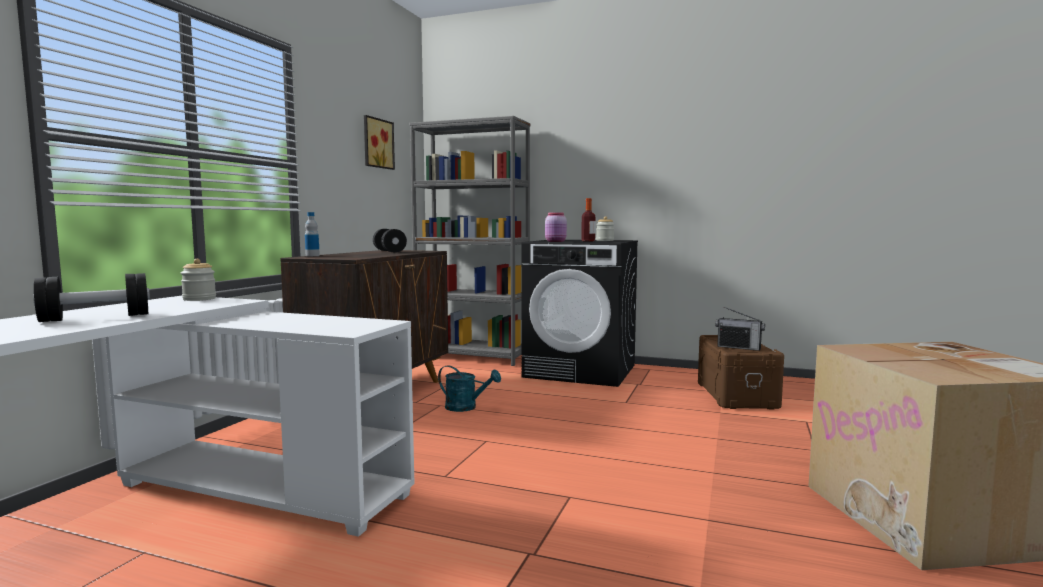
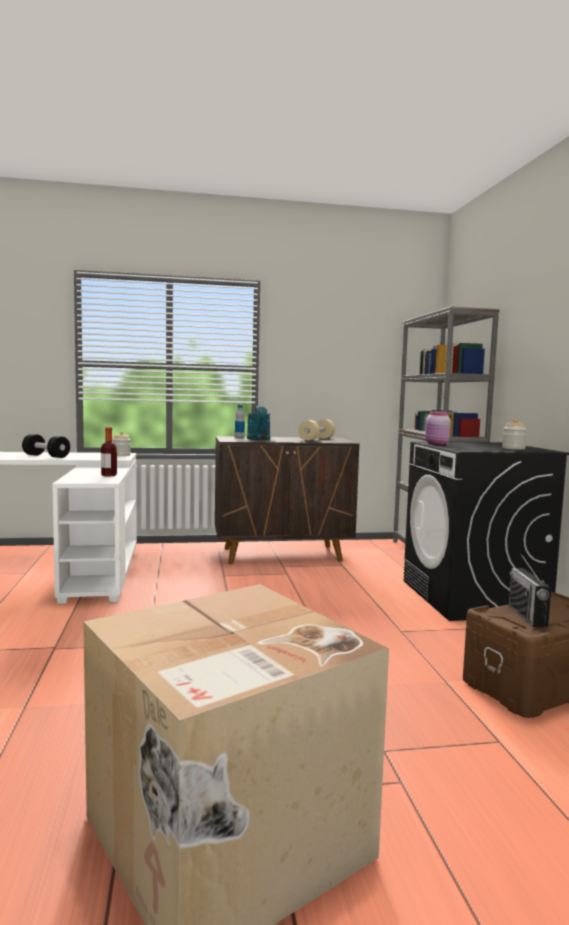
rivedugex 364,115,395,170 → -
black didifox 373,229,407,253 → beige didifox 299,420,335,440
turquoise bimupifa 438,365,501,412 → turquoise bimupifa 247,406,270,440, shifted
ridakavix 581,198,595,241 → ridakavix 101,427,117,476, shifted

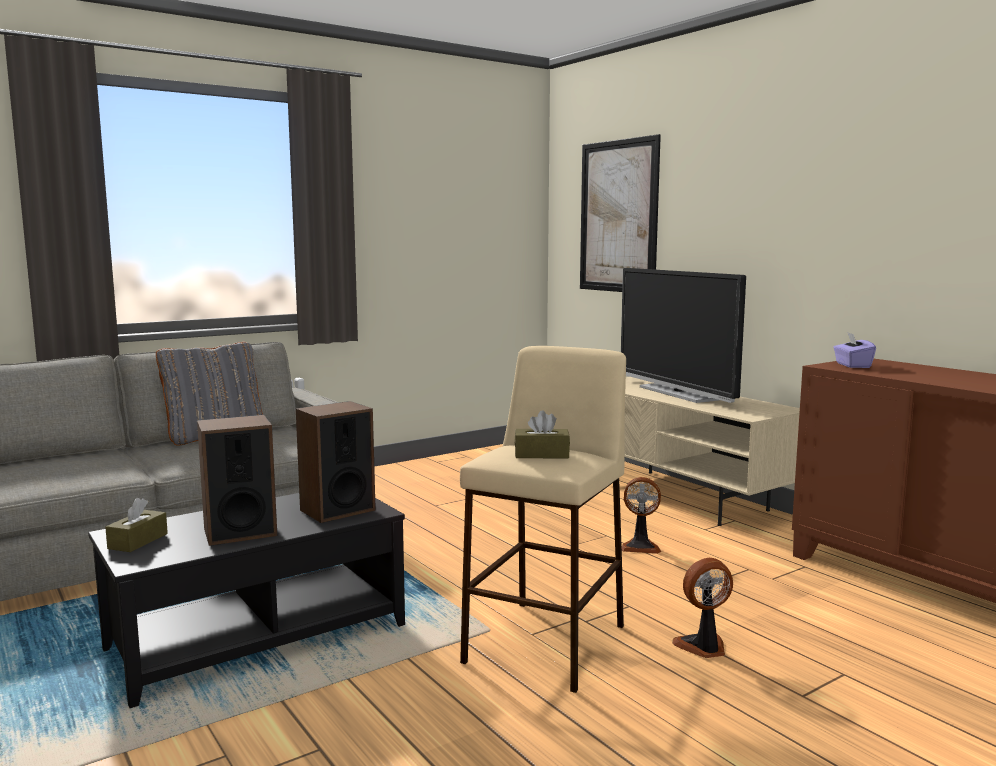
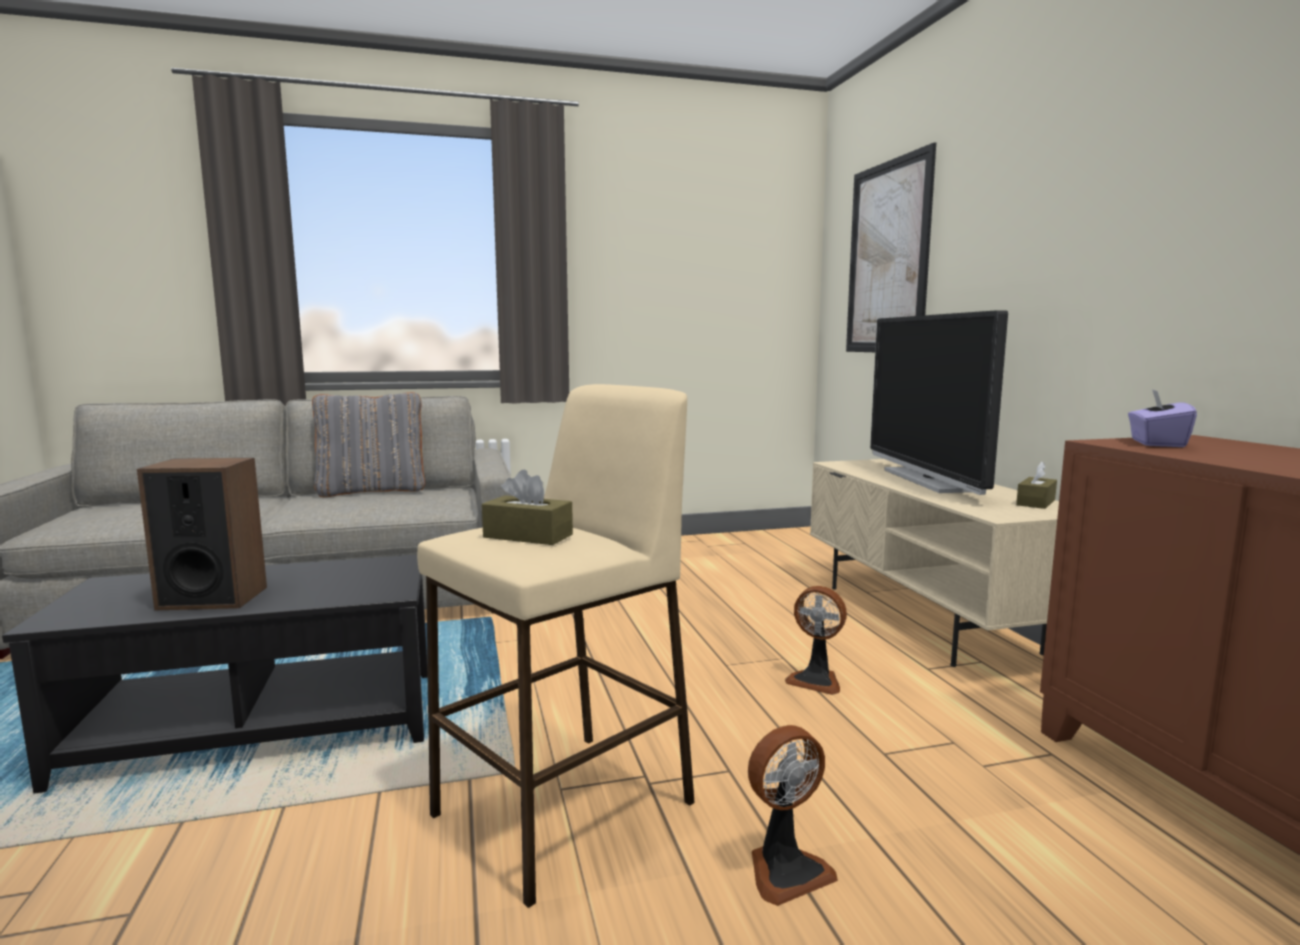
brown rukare 105,498,168,552 → brown rukare 1016,462,1057,509, shifted
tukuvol 296,401,376,523 → -
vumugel 672,558,733,658 → vumugel 748,725,838,906, 150 degrees clockwise

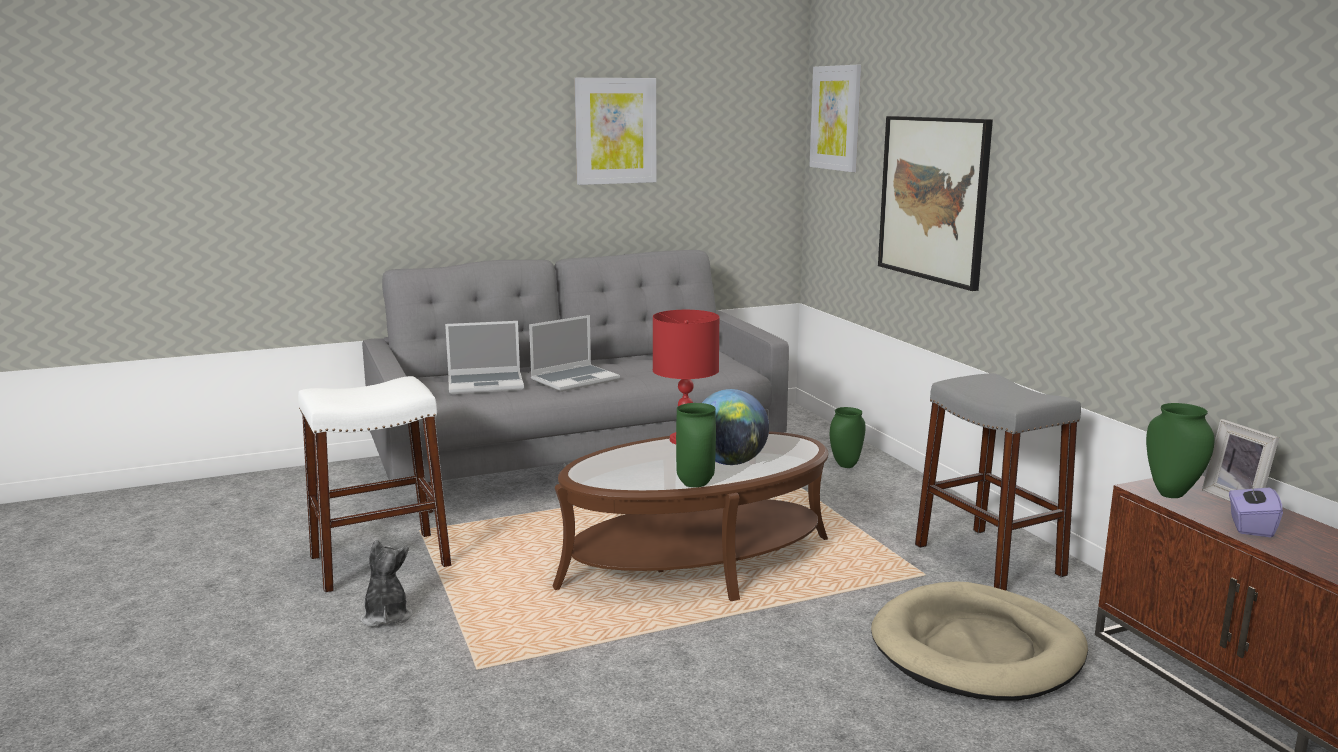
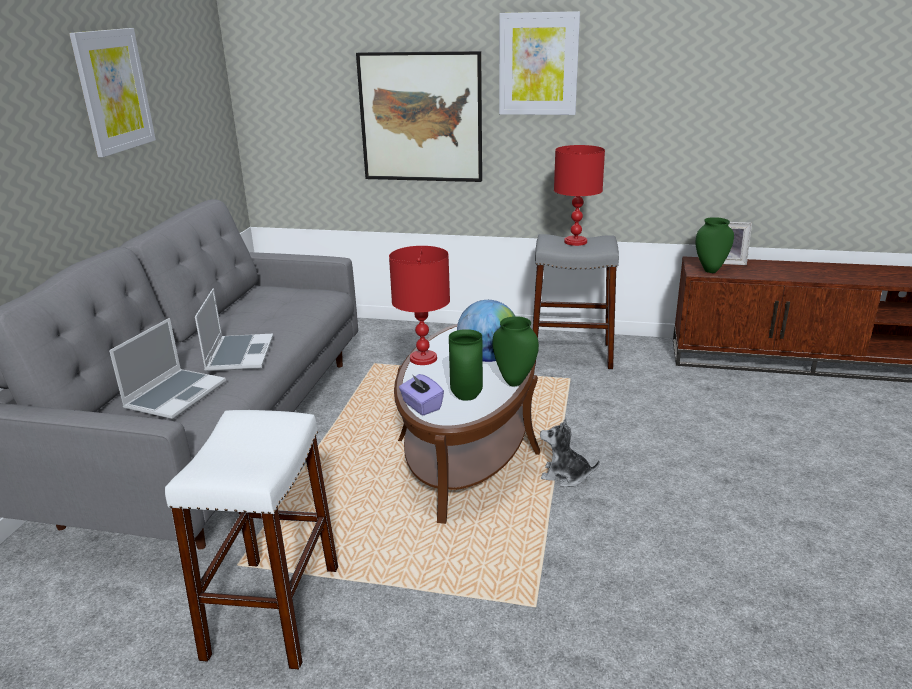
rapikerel 360,540,413,627 → rapikerel 540,418,600,487, shifted
rivedugex 810,65,861,172 → rivedugex 499,11,580,115, shifted
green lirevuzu 830,407,866,468 → green lirevuzu 449,329,483,401, shifted
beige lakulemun 871,581,1088,701 → -
purple rukare 1229,479,1283,538 → purple rukare 399,374,444,415, shifted
- → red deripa 554,145,605,246

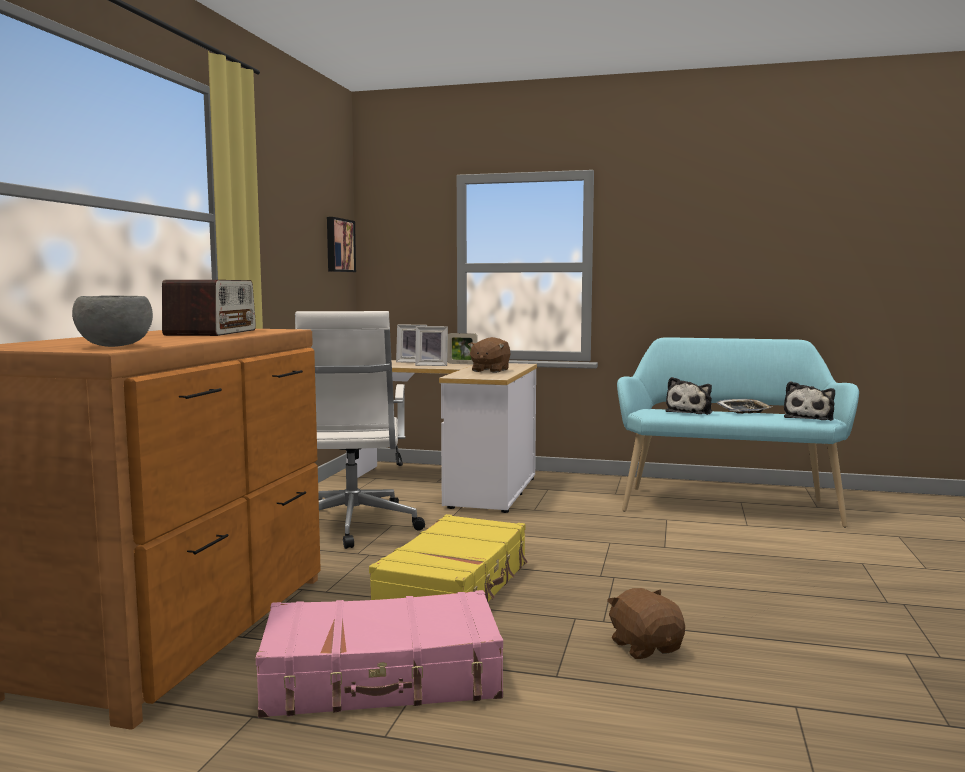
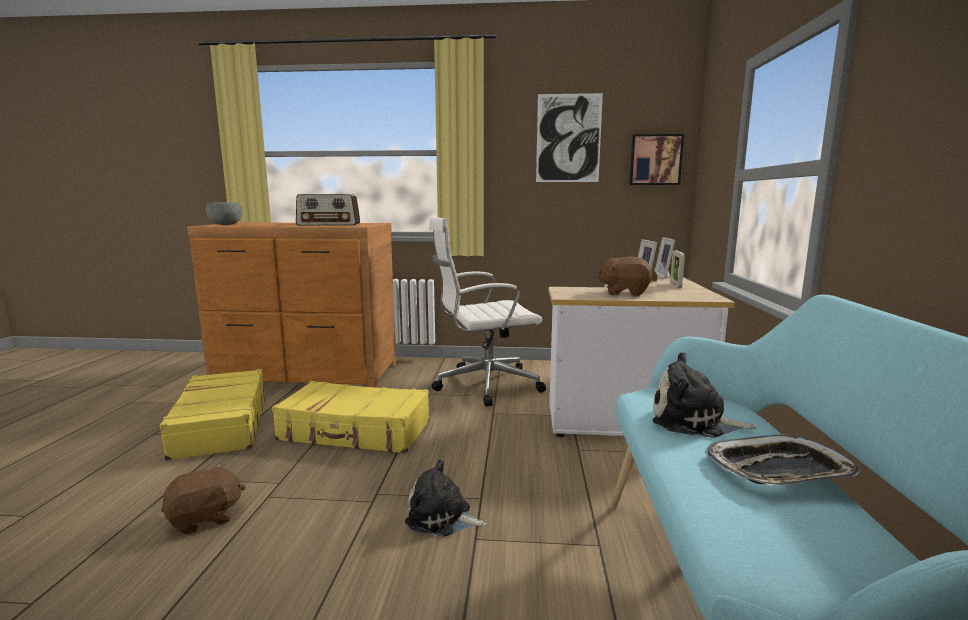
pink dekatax 256,590,503,718 → yellow dekatax 160,369,265,461
rapikerel 784,381,835,421 → rapikerel 405,459,487,537, shifted
- → rivedugex 536,93,603,182

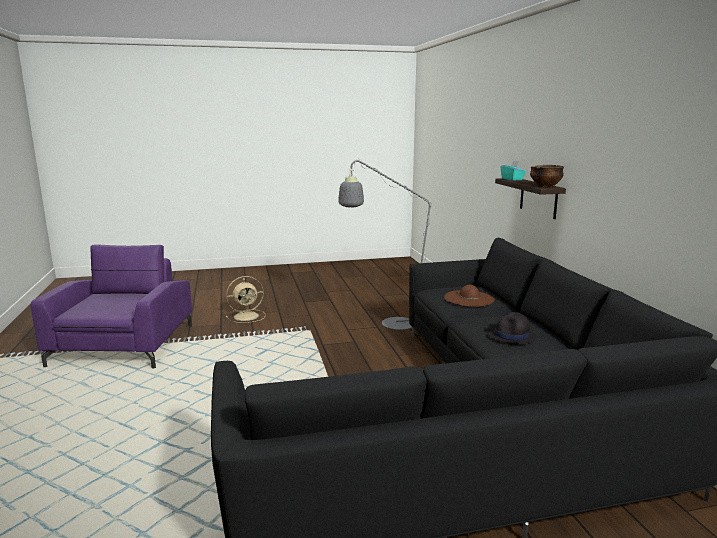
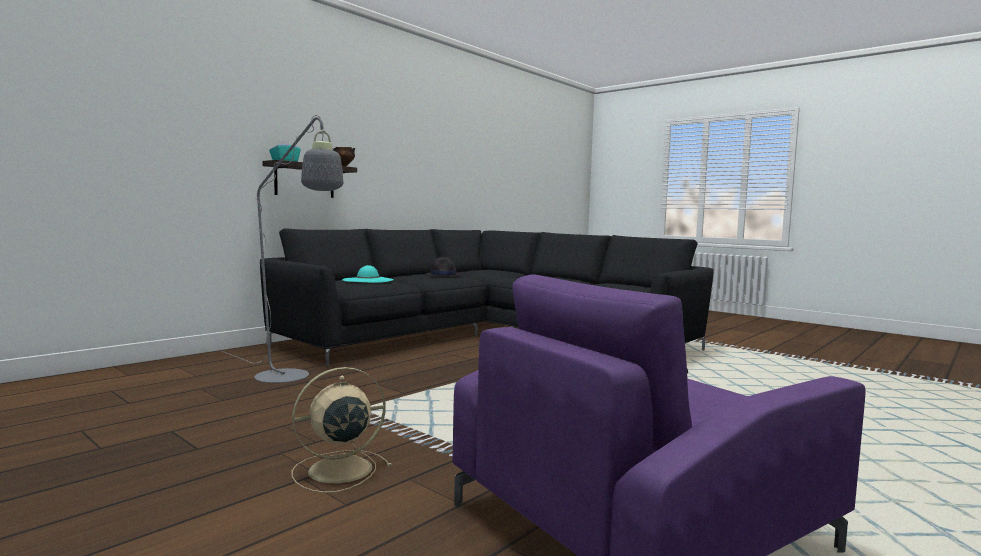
beige vumugel 226,276,266,323 → beige vumugel 292,367,392,493, 60 degrees counterclockwise
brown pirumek 444,285,495,307 → turquoise pirumek 342,265,394,283

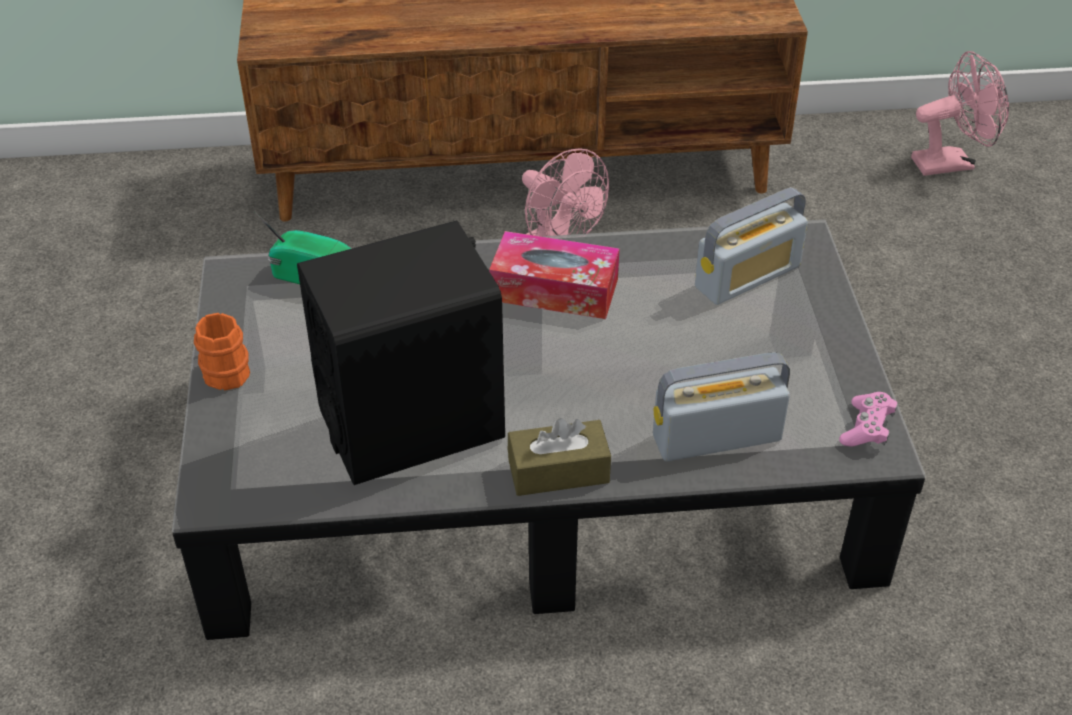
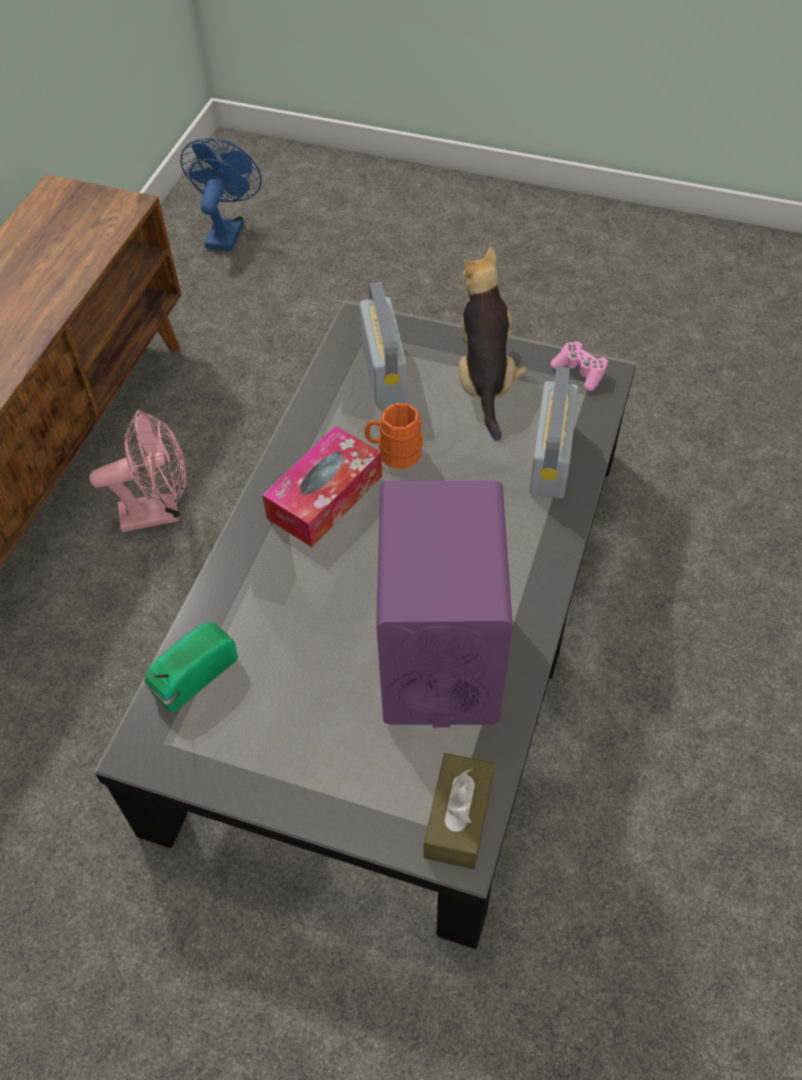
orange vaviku 194,313,250,390 → orange vaviku 365,403,423,469, shifted
black tukuvol 297,220,505,485 → purple tukuvol 376,481,513,728
brown rukare 508,418,611,496 → brown rukare 424,753,494,870, shifted
pink vumugel 911,51,1009,176 → blue vumugel 180,138,262,251
- → rapikerel 458,247,527,441

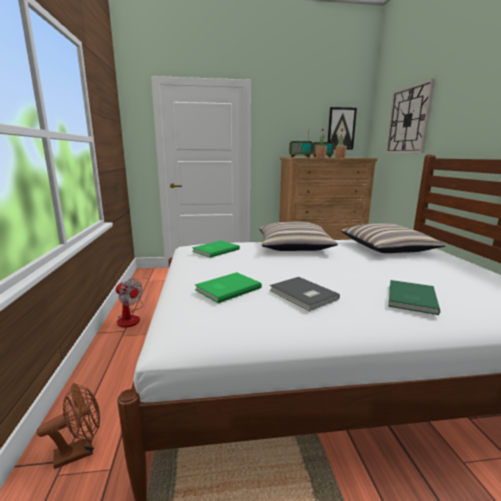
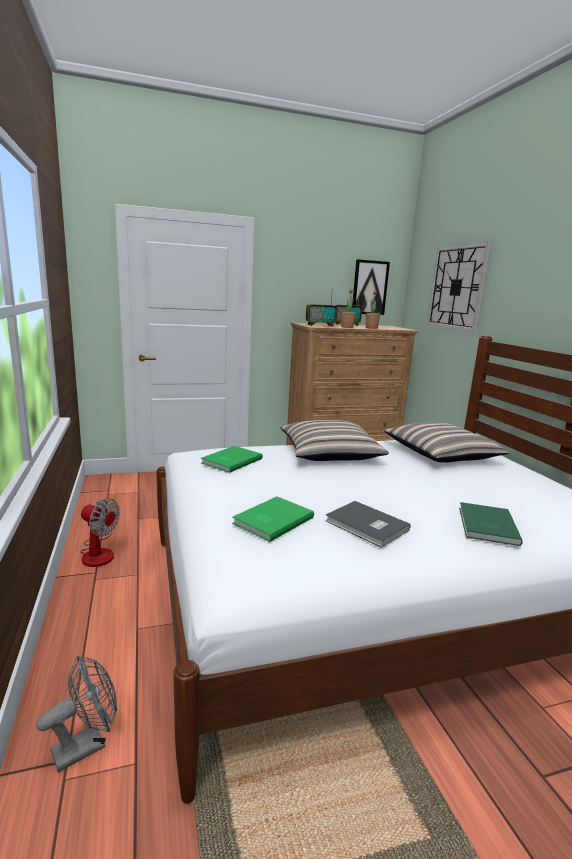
brown vumugel 37,383,100,469 → grey vumugel 36,655,117,772

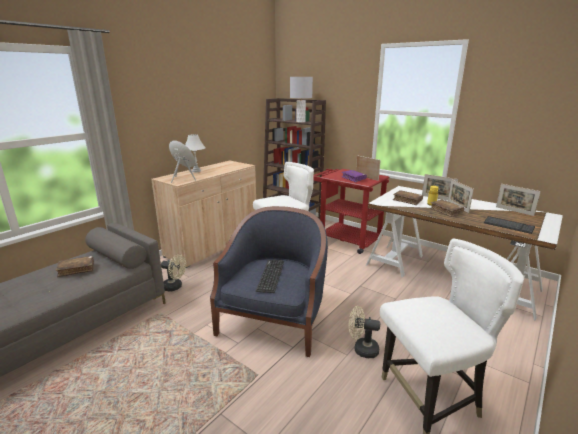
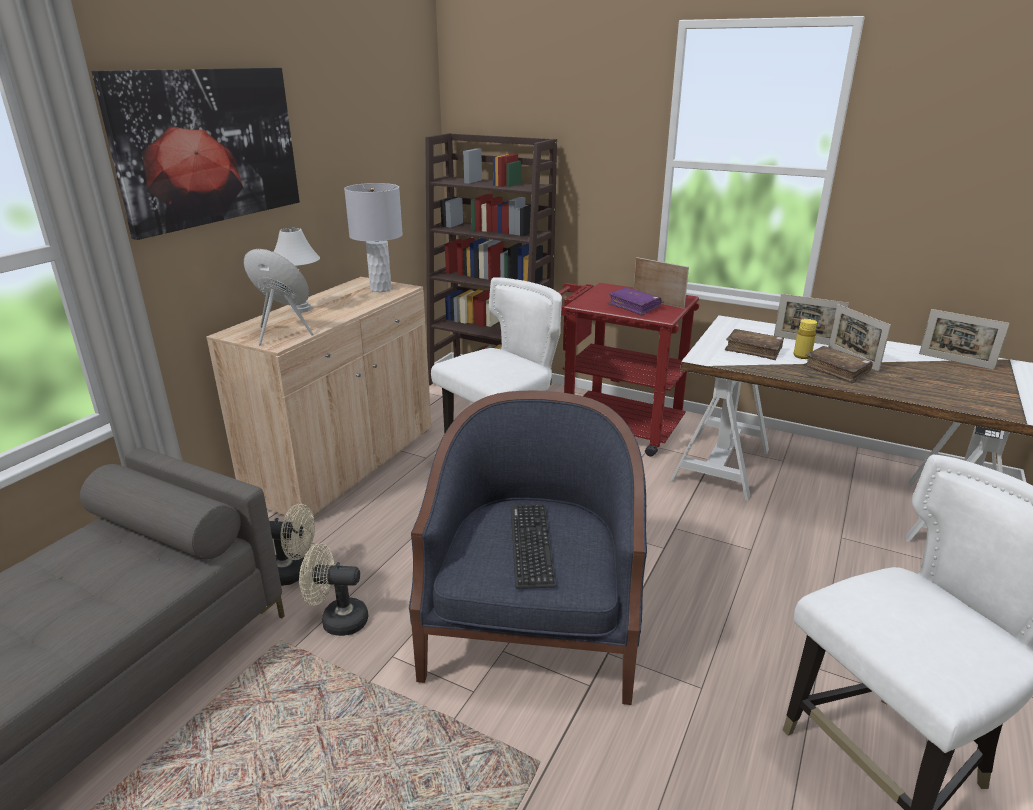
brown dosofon 56,256,94,277 → -
grey deripa 290,77,313,122 → grey deripa 344,183,403,292, shifted
beige vumugel 349,306,380,358 → beige vumugel 299,543,368,636, shifted
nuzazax 484,216,535,234 → -
- → rivedugex 92,68,300,240

